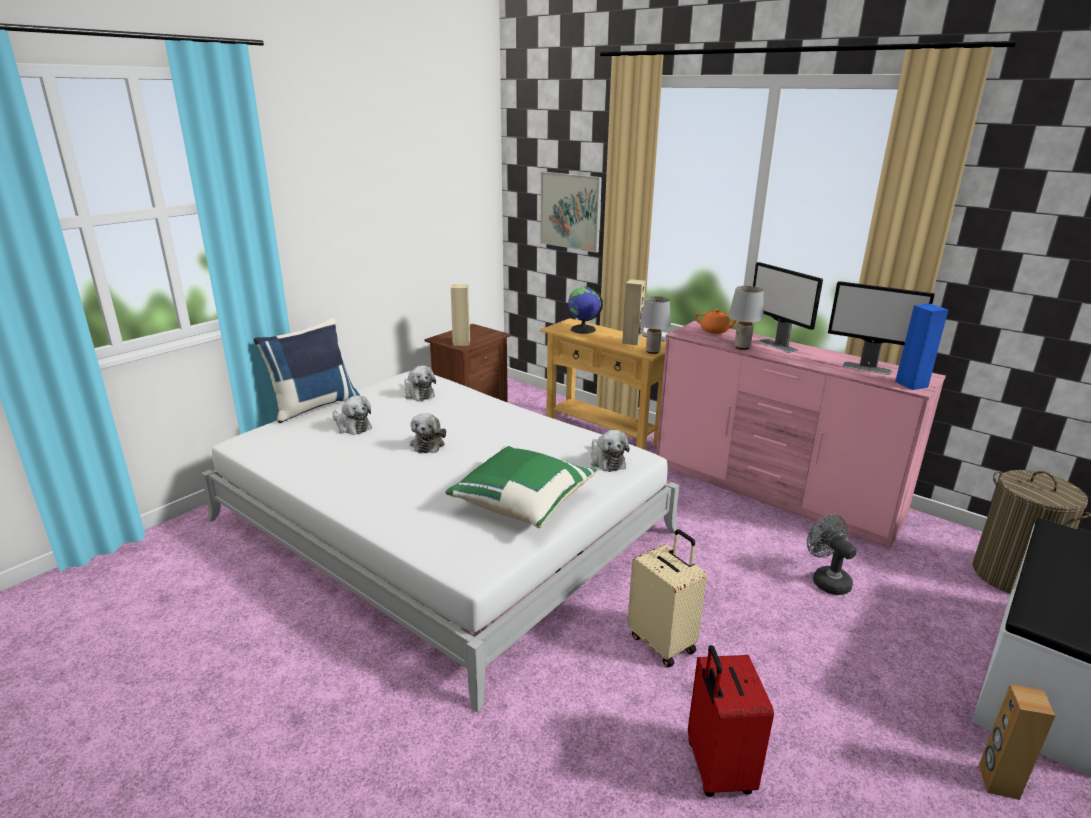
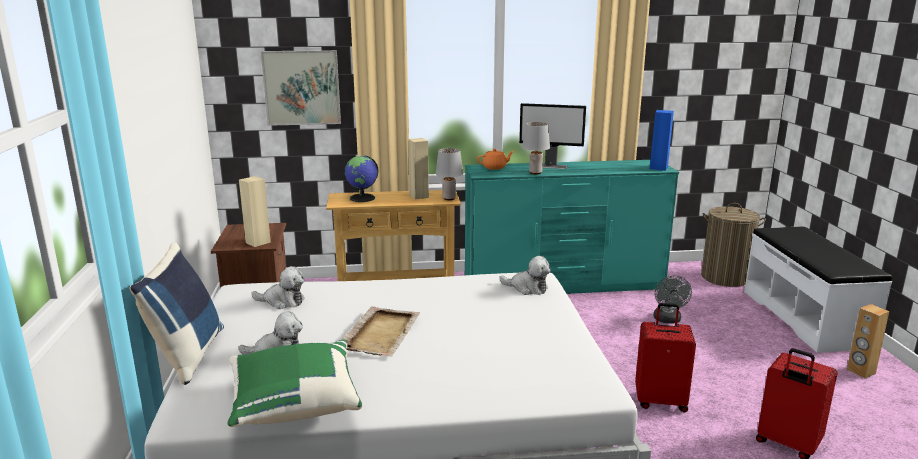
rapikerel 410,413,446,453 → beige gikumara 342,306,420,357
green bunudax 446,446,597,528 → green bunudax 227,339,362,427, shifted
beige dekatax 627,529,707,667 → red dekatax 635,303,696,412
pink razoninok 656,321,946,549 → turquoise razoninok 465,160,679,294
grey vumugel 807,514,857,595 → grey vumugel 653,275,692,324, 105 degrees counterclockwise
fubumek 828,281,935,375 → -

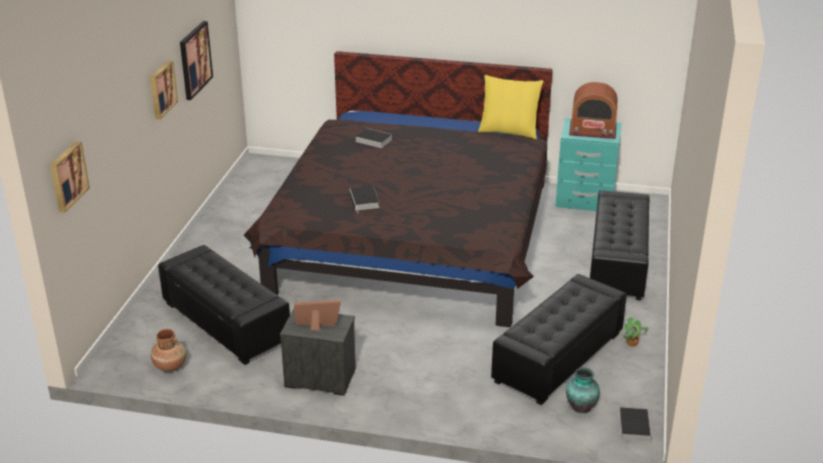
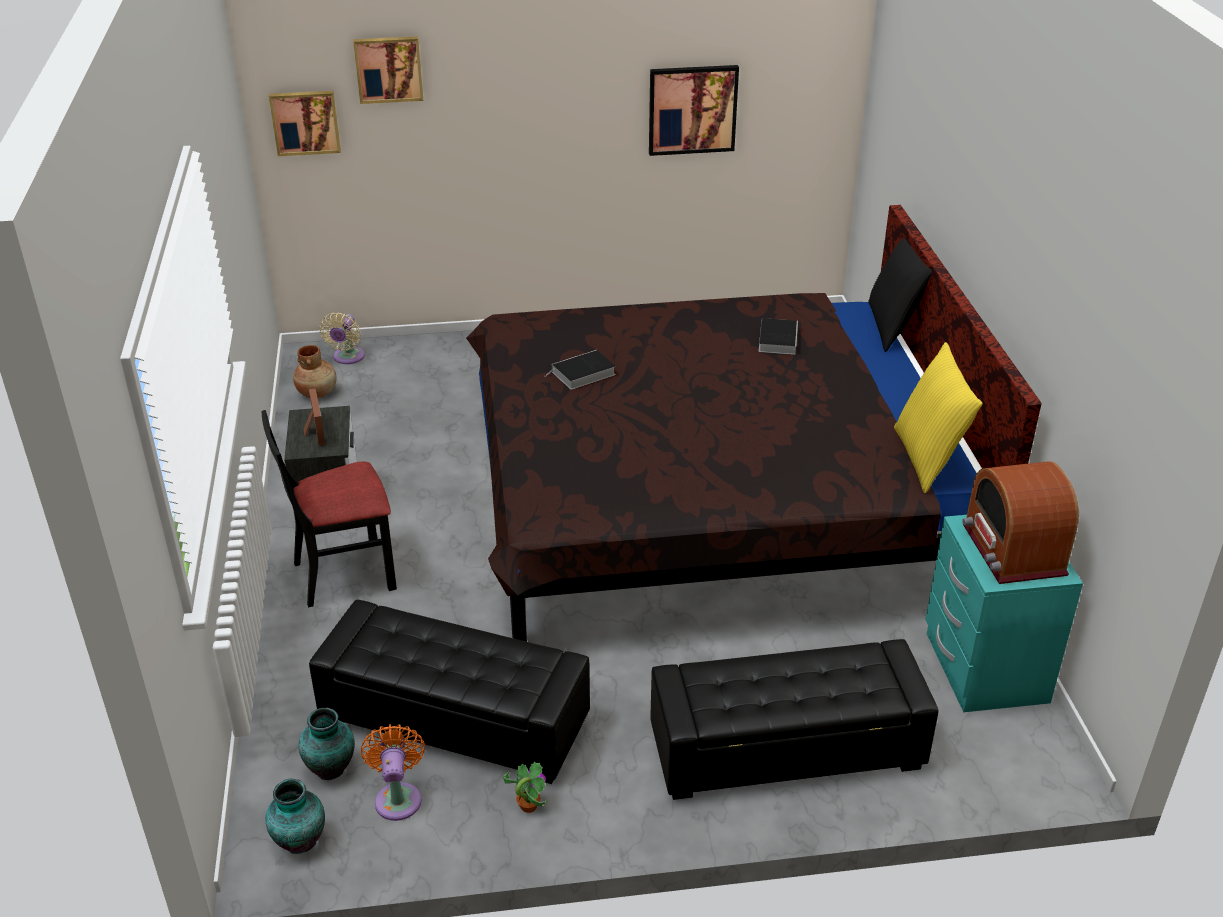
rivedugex 150,61,178,120 → rivedugex 353,36,423,104, shifted
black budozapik 158,245,290,365 → -
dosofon 619,407,652,442 → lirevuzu 265,779,325,854
- → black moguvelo 262,410,397,607
- → beige vumugel 319,312,365,364
- → orange vumugel 361,724,425,821
- → black bunudax 868,238,932,352

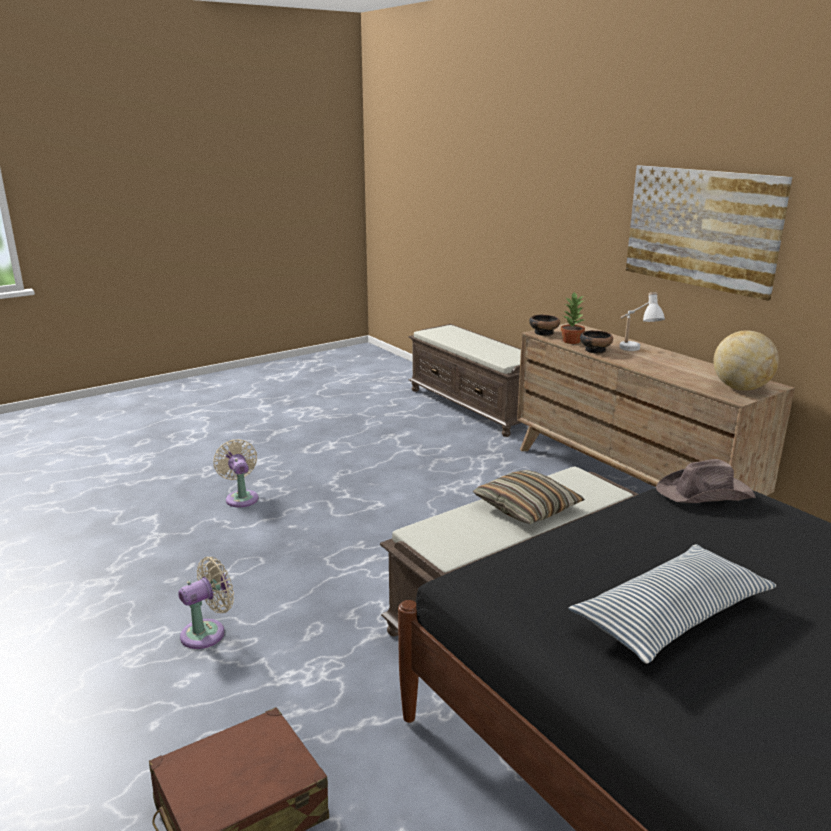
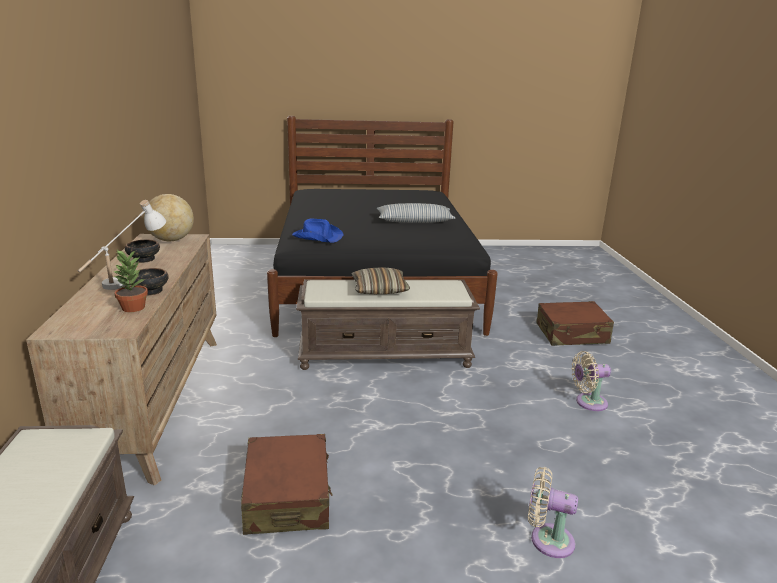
beige vumugel 213,439,259,507 → beige vumugel 528,467,578,558, 105 degrees clockwise
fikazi 529,315,560,336 → fikazi 125,240,160,263, shifted
rivedugex 626,165,792,301 → -
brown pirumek 656,459,756,503 → blue pirumek 292,218,344,242
- → brown dekatax 241,434,332,535

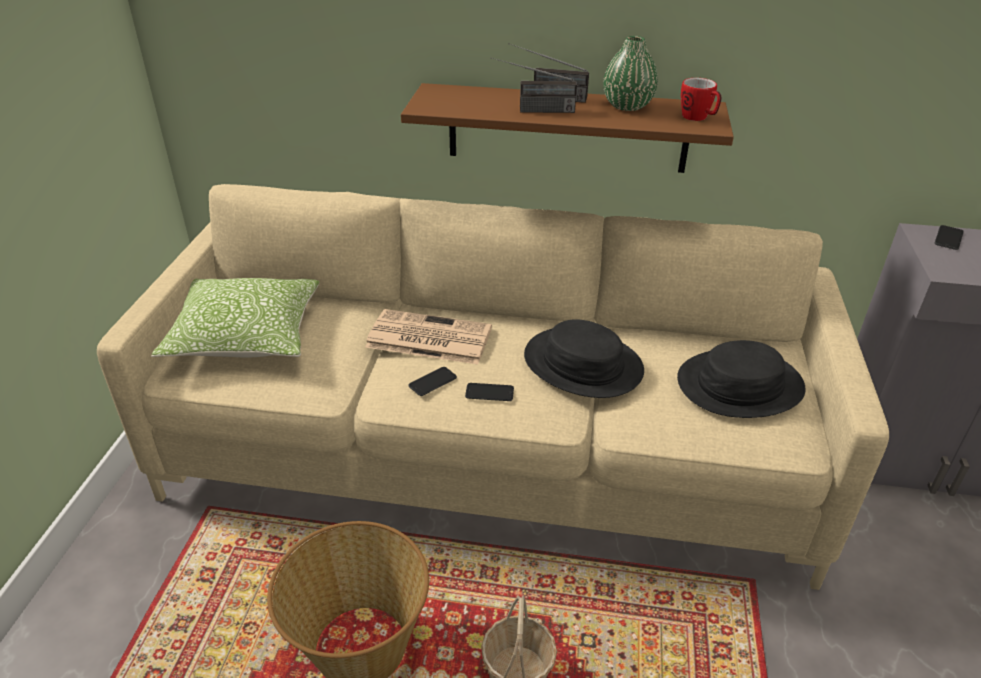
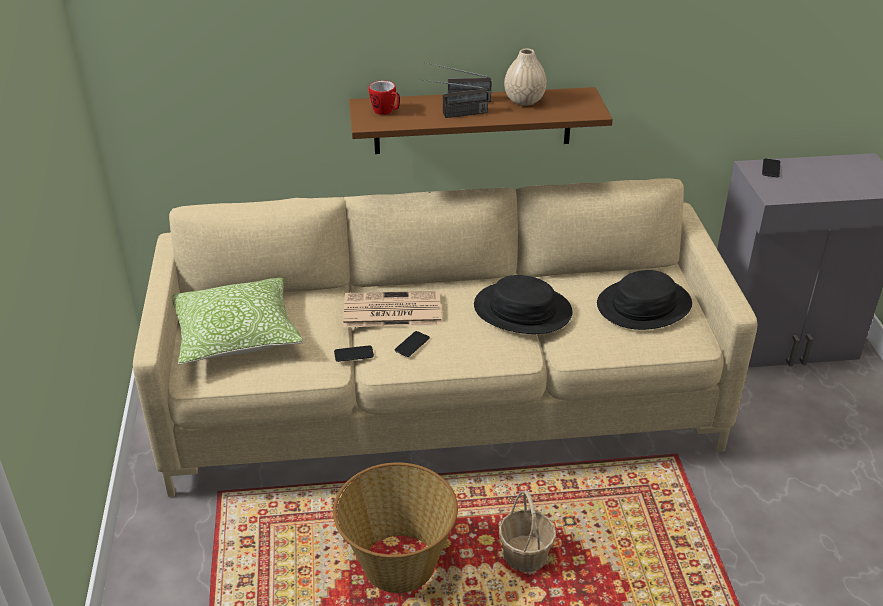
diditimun 465,383,514,401 → diditimun 334,345,374,362, shifted
green lirevuzu 603,36,658,111 → beige lirevuzu 504,49,547,106
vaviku 681,78,722,121 → vaviku 369,81,400,115, shifted

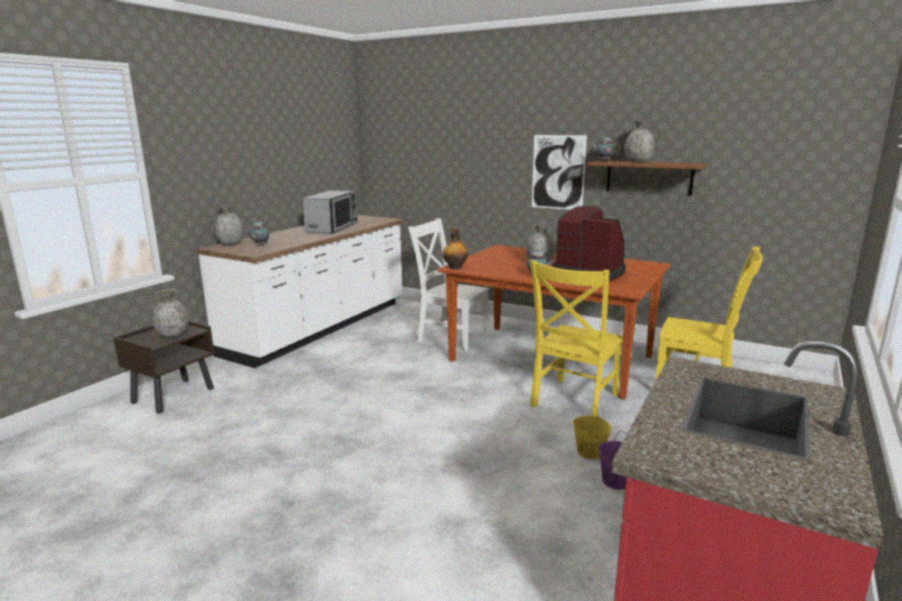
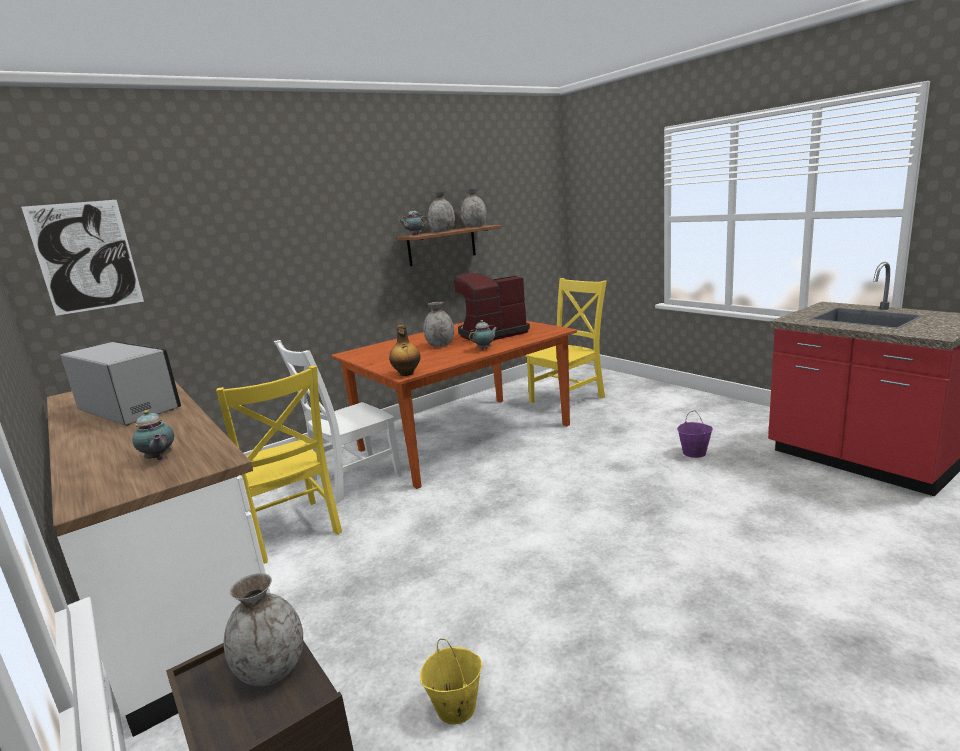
grey lirevuzu 214,205,244,245 → grey lirevuzu 461,189,487,227, shifted
yellow moguvelo 530,260,623,416 → yellow moguvelo 216,366,342,564, shifted
rivedugex 532,135,587,210 → rivedugex 21,200,144,316, shifted
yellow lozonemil 573,405,611,459 → yellow lozonemil 420,639,482,725, shifted

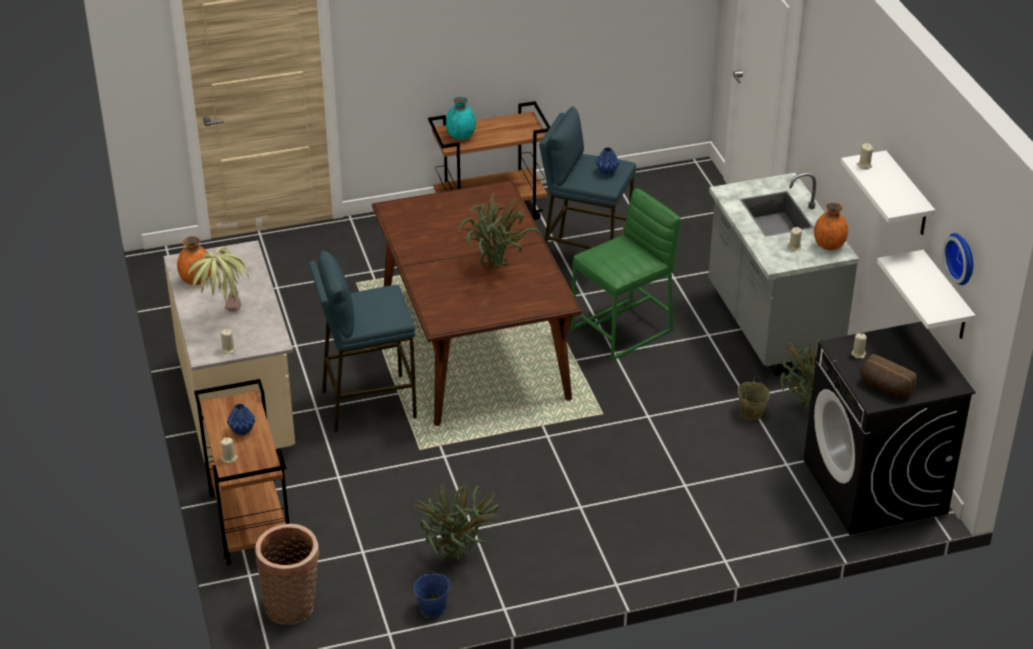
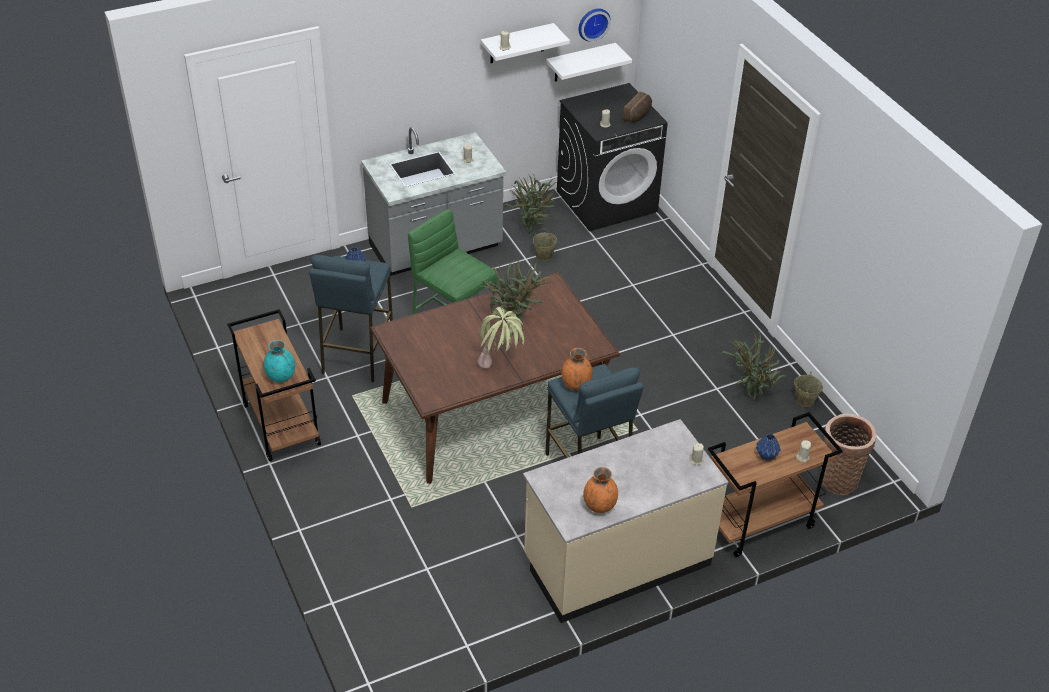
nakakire 188,247,249,312 → nakakire 477,307,524,368, shifted
blue lozonemil 414,571,450,617 → beige lozonemil 794,373,823,407
orange lirevuzu 814,202,848,250 → orange lirevuzu 561,348,593,391, shifted

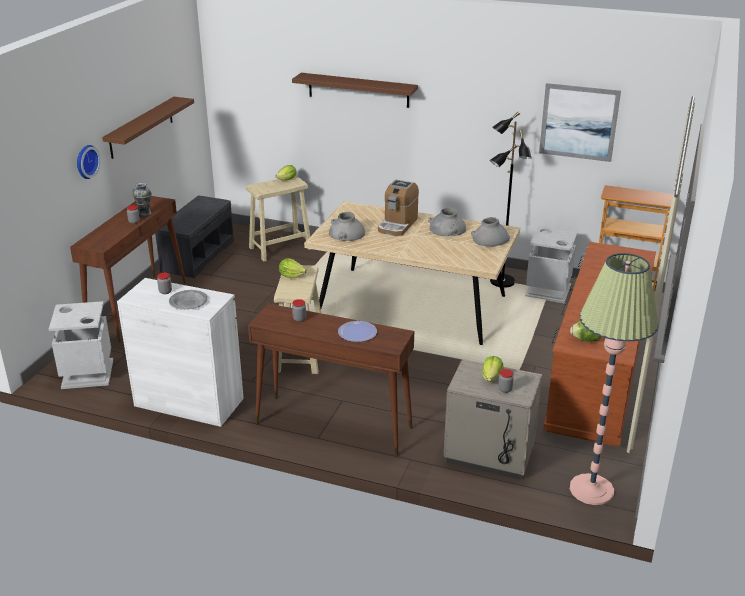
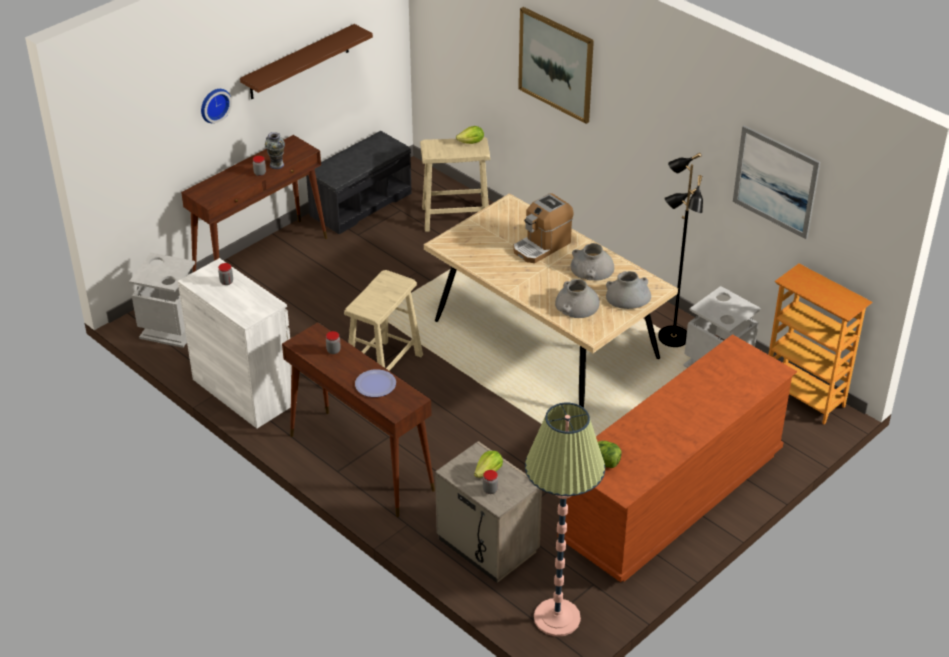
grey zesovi 169,290,208,310 → -
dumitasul 279,258,307,278 → -
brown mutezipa 292,73,418,108 → rivedugex 518,7,594,124
grey lirevuzu 329,212,365,241 → grey lirevuzu 555,279,600,318, shifted

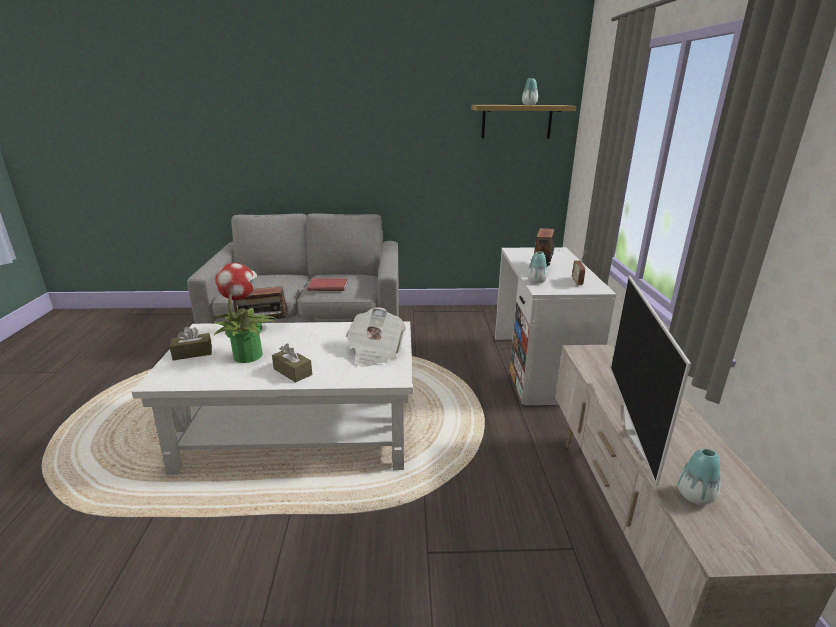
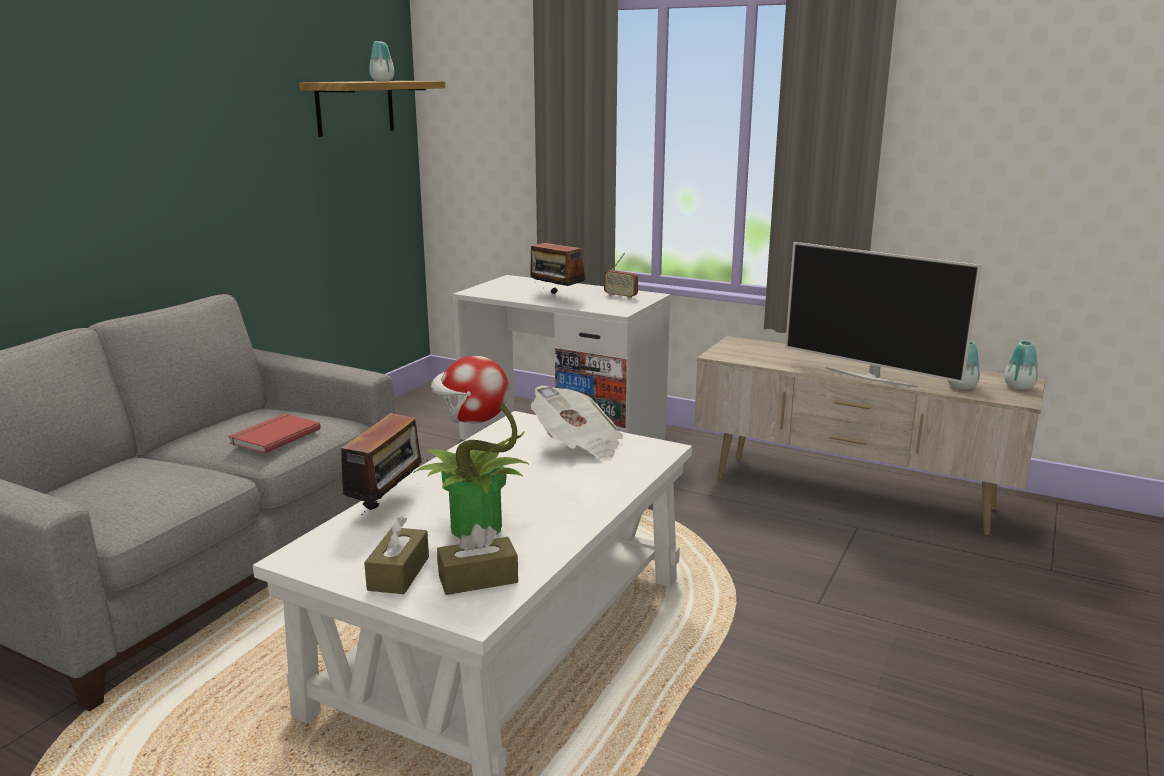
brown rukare 272,343,312,383 → brown rukare 437,524,518,595, shifted
lirevuzu 527,251,548,284 → lirevuzu 1004,341,1038,390, shifted

